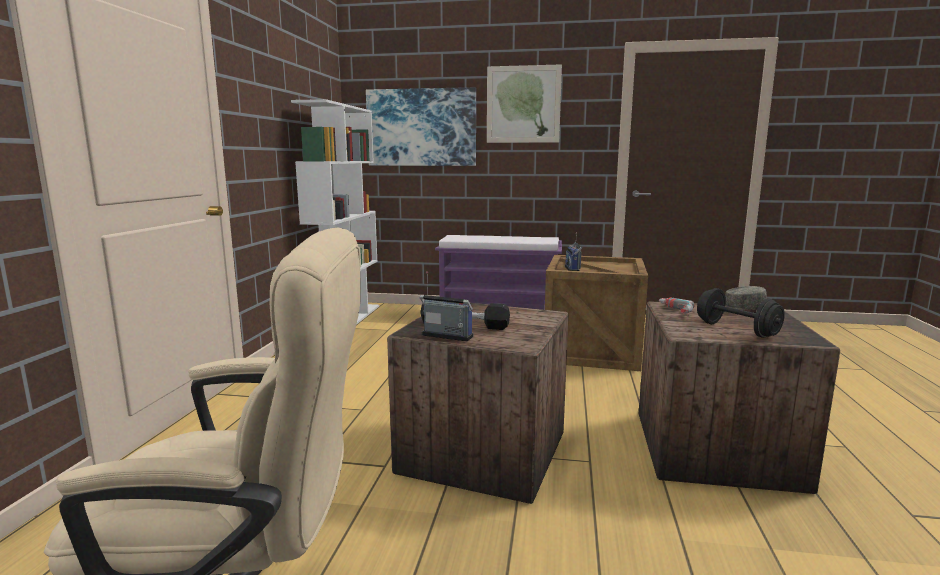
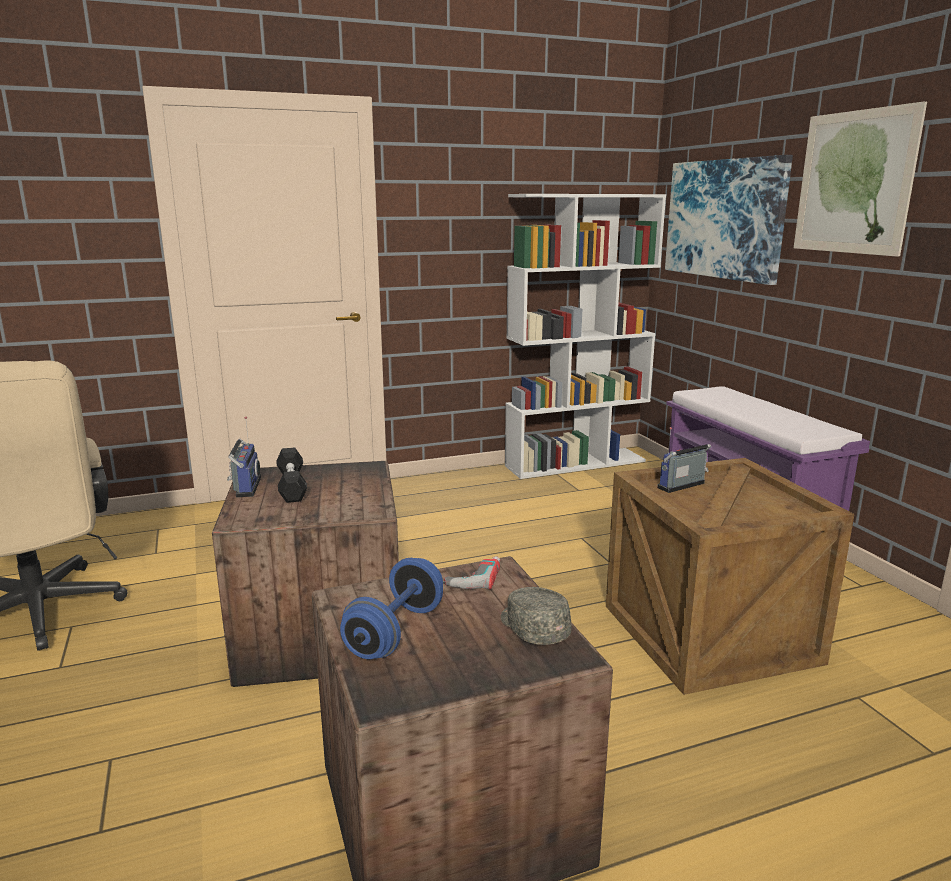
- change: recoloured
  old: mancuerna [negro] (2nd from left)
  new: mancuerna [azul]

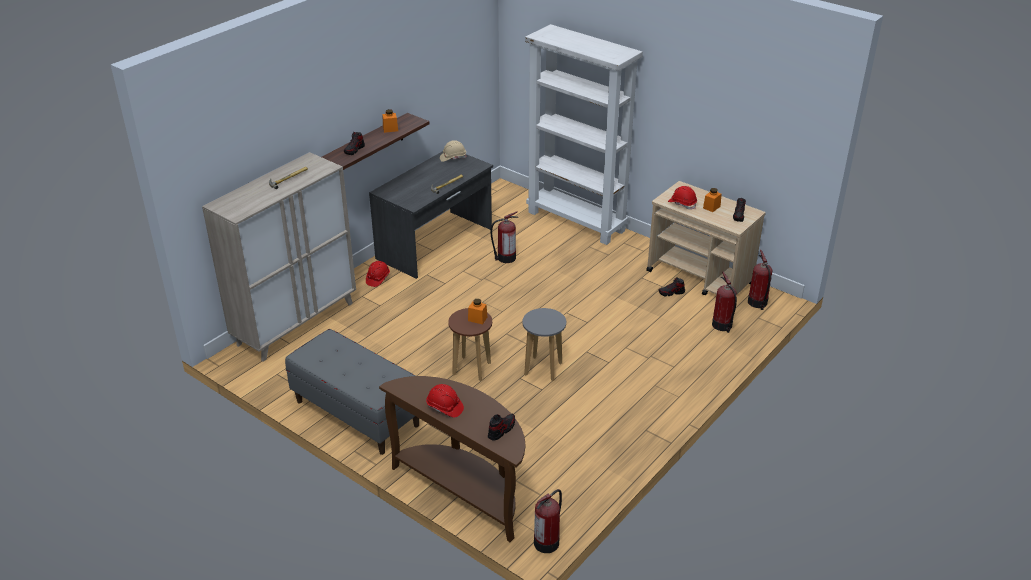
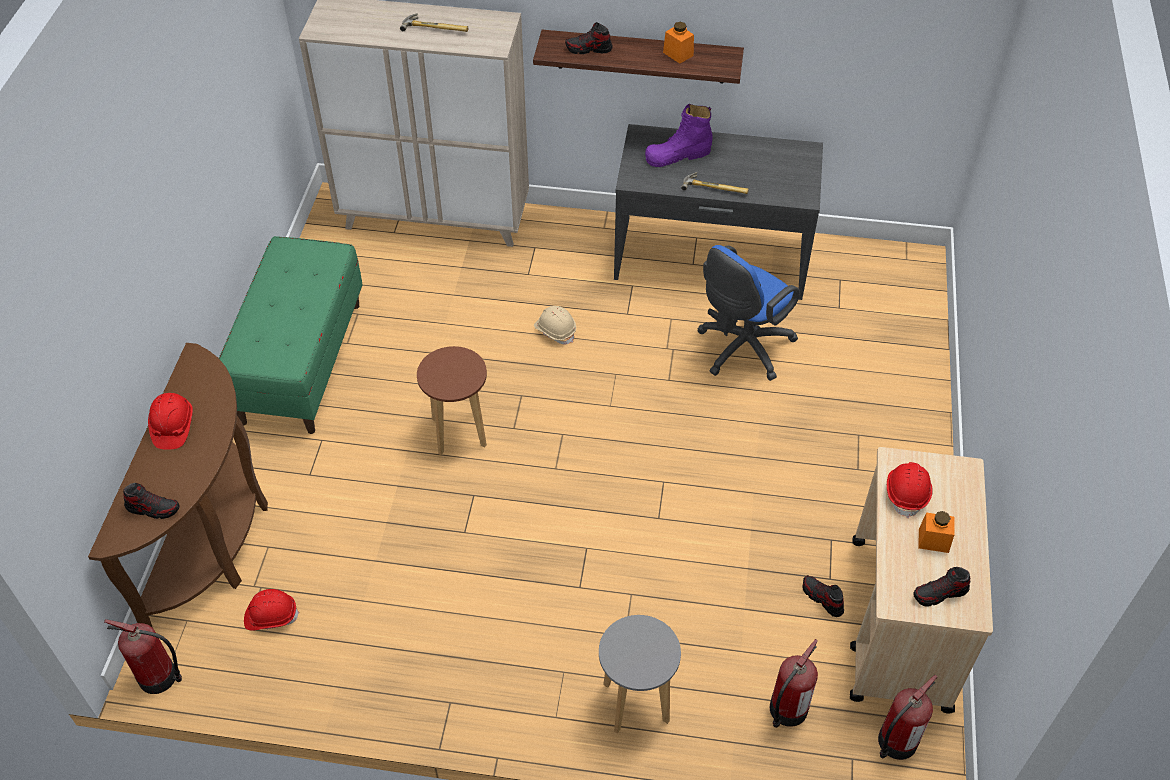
- change: removed
  old: estantería [blanco]
- change: moved
  old: casco [beis]
- change: replaced
  old: extintor (1st from left)
  new: silla de oficina [azul]
- change: moved
  old: casco [rojo] (1st from left in the first image)
  new: casco [rojo] (2nd from left)
- change: removed
  old: tarro [naranja] (2nd from left)
- change: moved
  old: taburete [gris]
- change: recoloured
  old: banco [gris]
  new: banco [verde]
- change: added
  new: bota [morado]

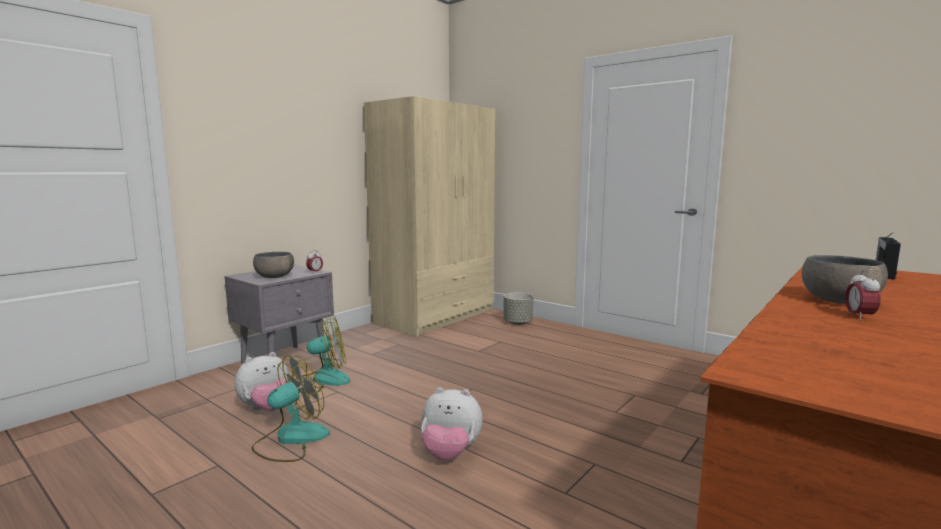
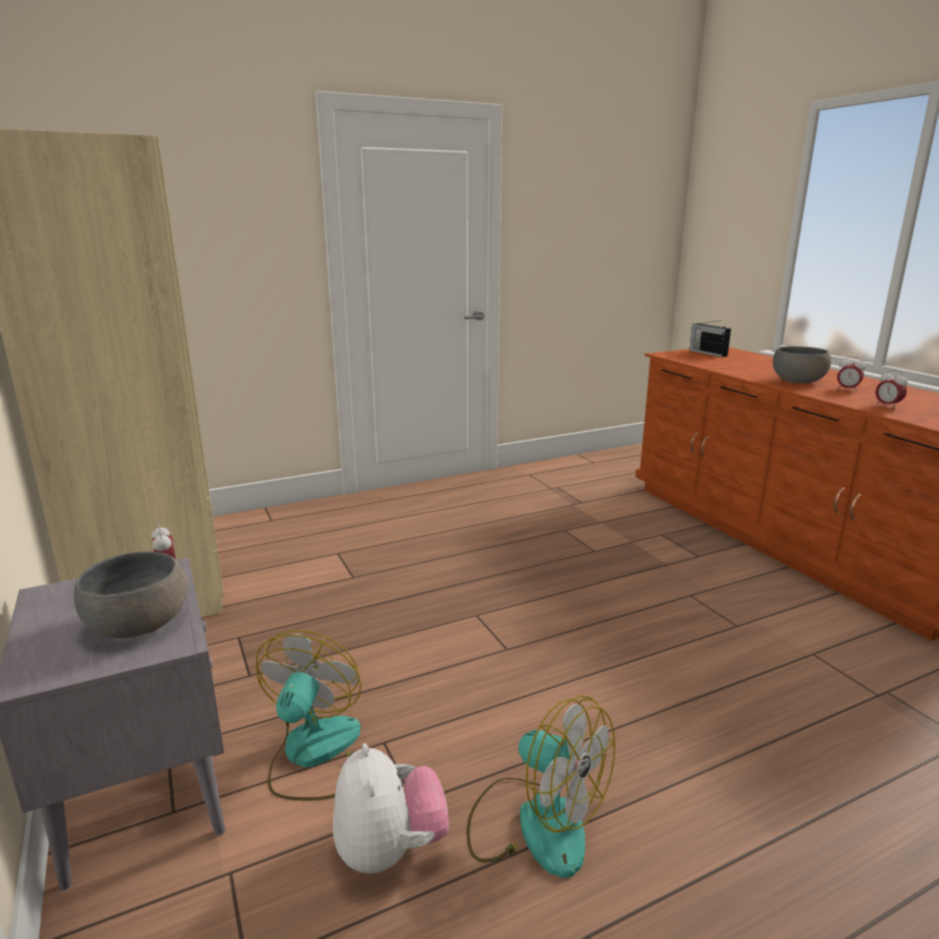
- change: removed
  old: maceta [gris]
- change: turned
  old: ventilador (1st from left in the first image)
  degrees: 150
- change: removed
  old: peluche (2nd from left)
- change: added
  new: despertador (3rd from left)

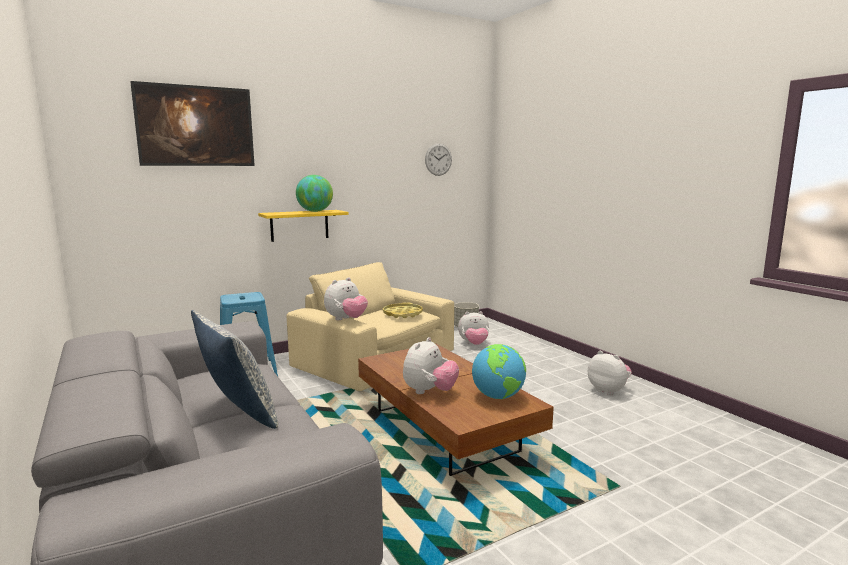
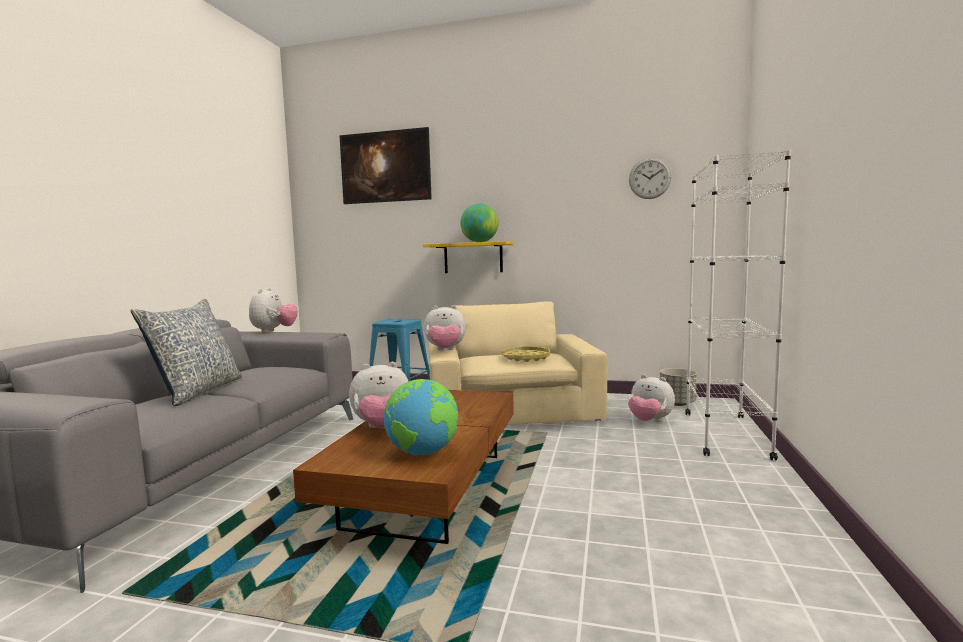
- change: moved
  old: peluche (4th from left in the first image)
  new: peluche (1st from left)
- change: added
  new: estantería [blanco]

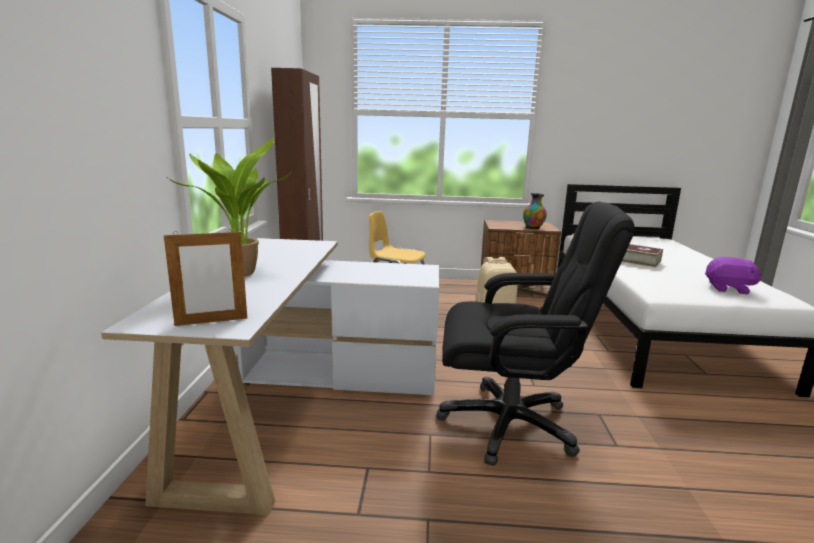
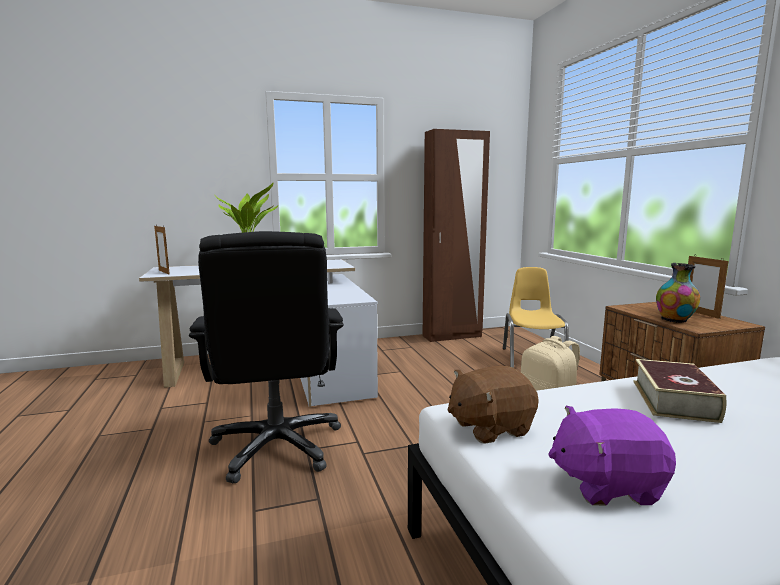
- change: turned
  old: peluche [morado]
  degrees: 90
- change: added
  new: portarretratos (2nd from left)
- change: added
  new: peluche [marrón]

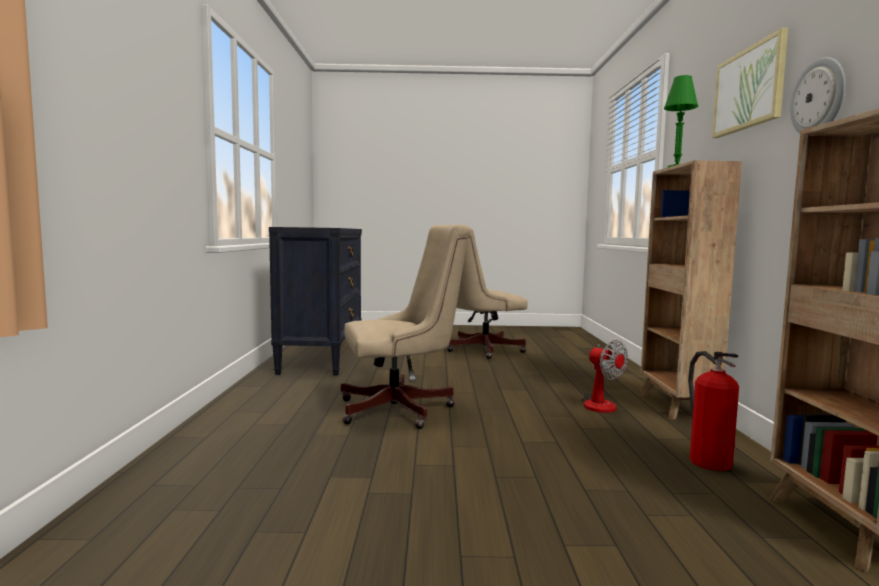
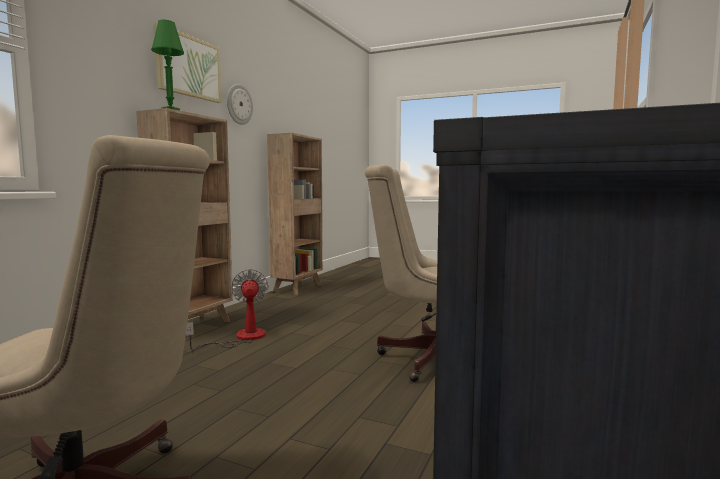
- change: removed
  old: extintor

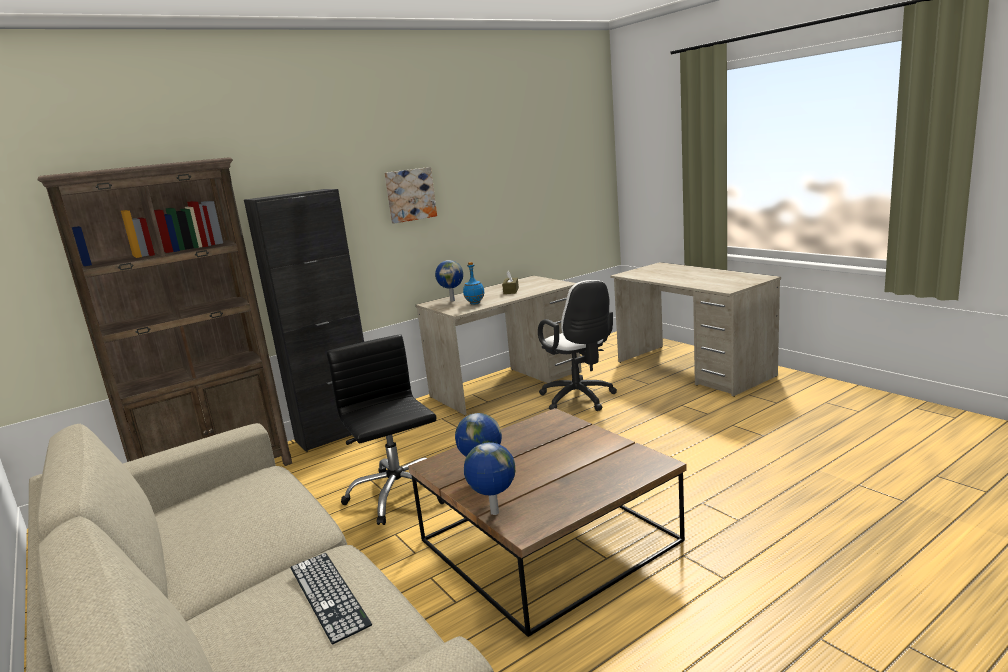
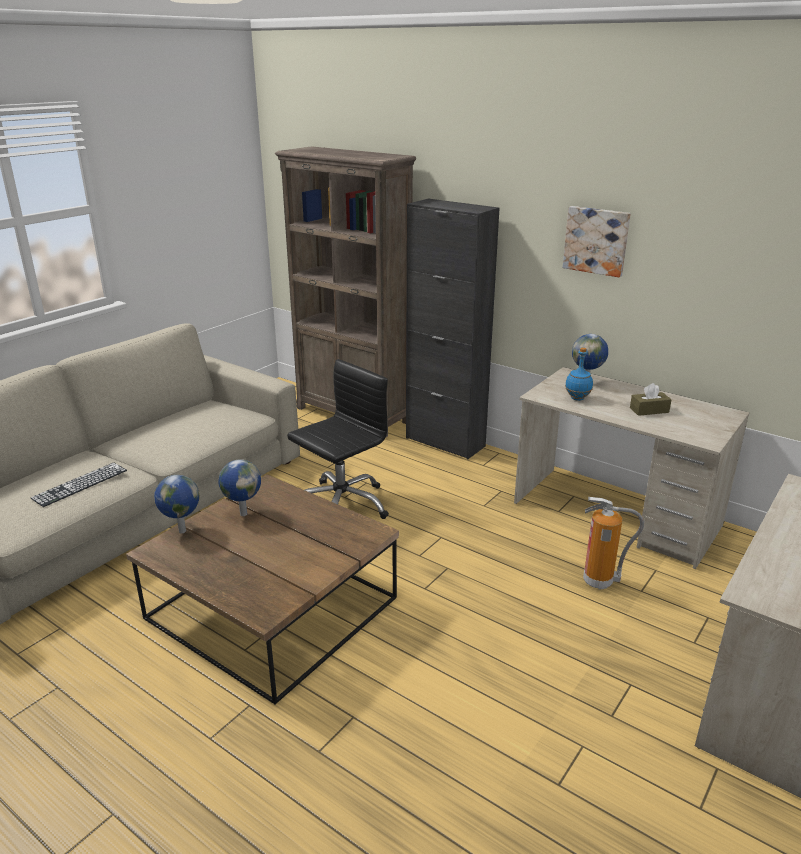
- change: replaced
  old: silla de oficina [blanco]
  new: extintor

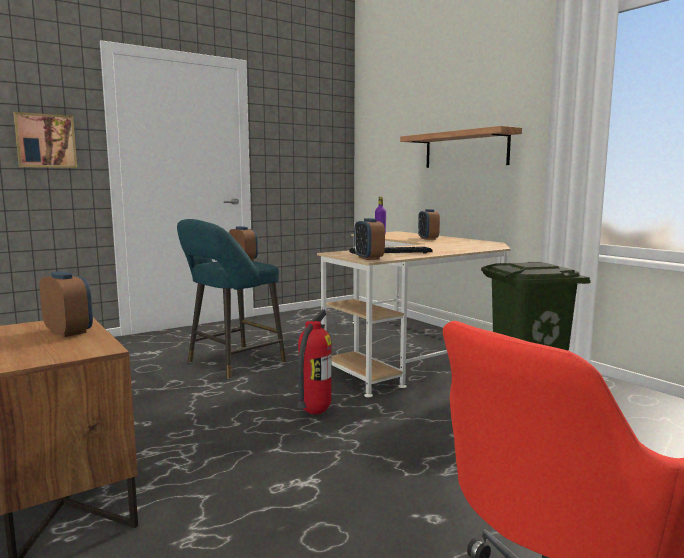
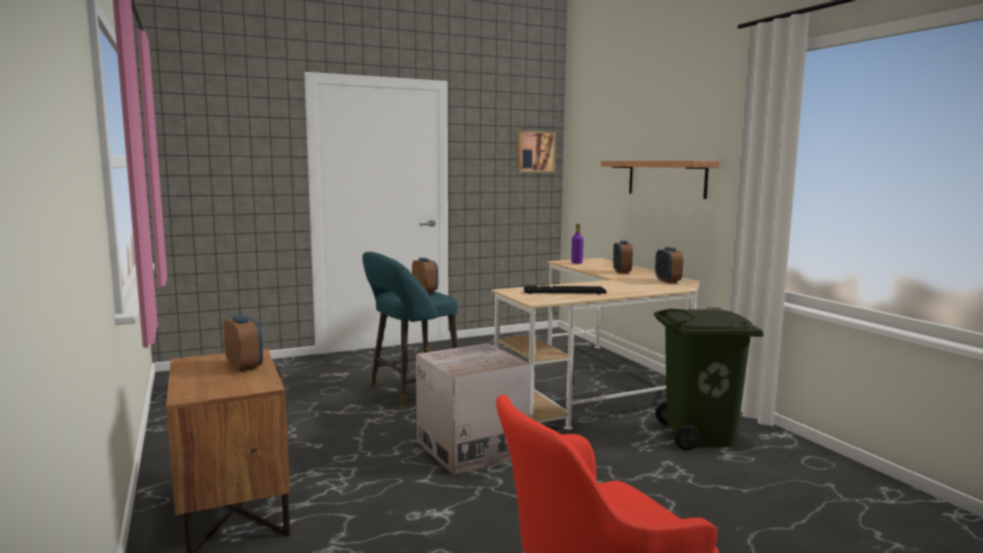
- change: moved
  old: cuadro
- change: moved
  old: despertador (3rd from left in the first image)
  new: despertador (4th from left)
- change: replaced
  old: extintor
  new: caja de cartón

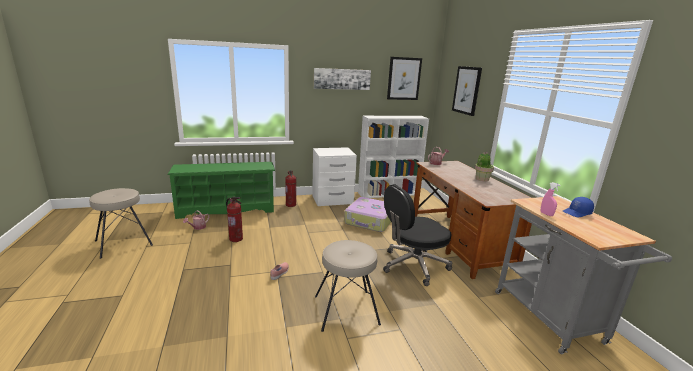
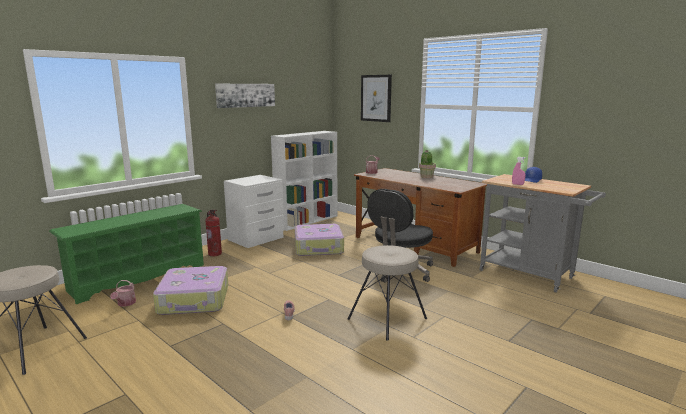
- change: removed
  old: cuadro (2nd from left)
- change: replaced
  old: extintor (1st from left)
  new: maleta (1st from left)

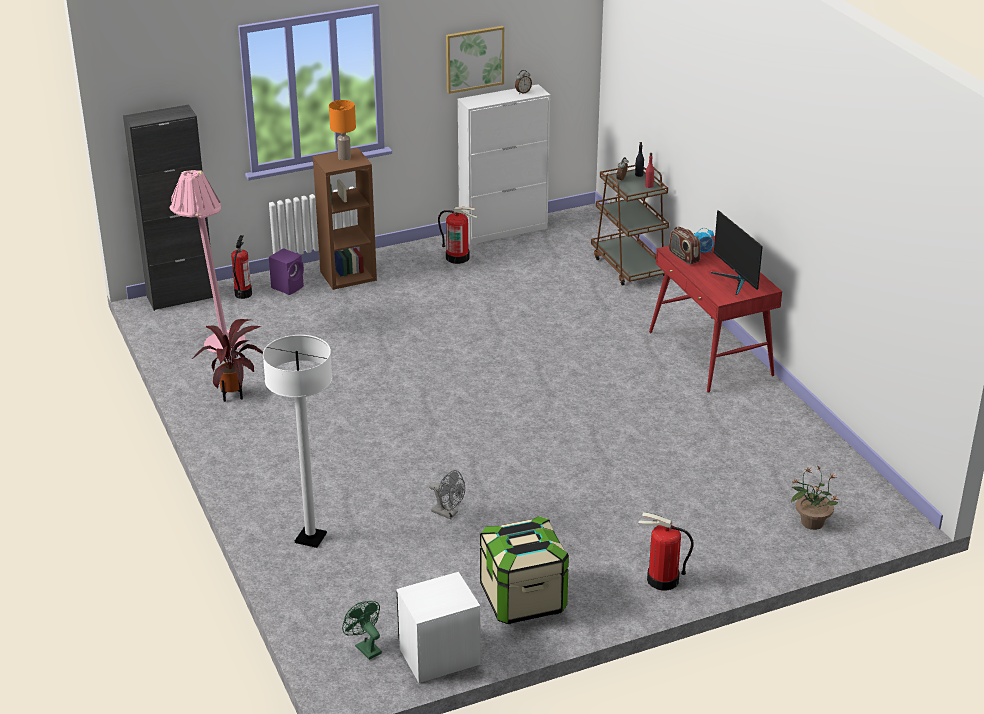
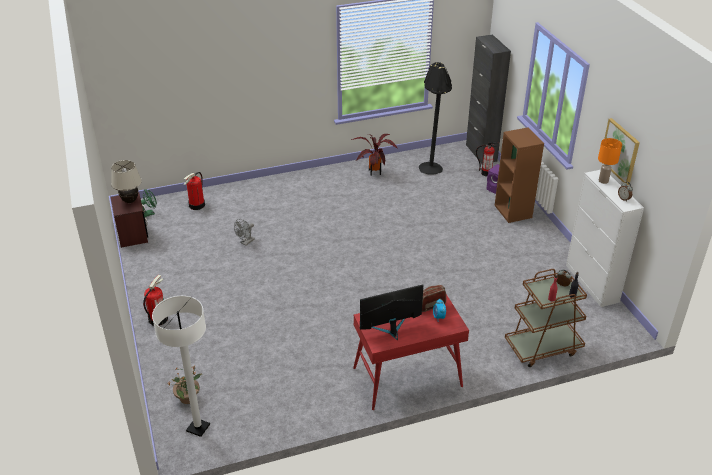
- change: moved
  old: lámpara de mesa [naranja]
- change: recoloured
  old: lámpara de pie [rosa]
  new: lámpara de pie [negro]
- change: moved
  old: extintor (2nd from left)
- change: moved
  old: lámpara de pie [blanco]
- change: removed
  old: caja de almacenaje
- change: recoloured
  old: mesita de noche [blanco]
  new: mesita de noche [marrón]
- change: added
  new: lámpara de mesa [beis]

